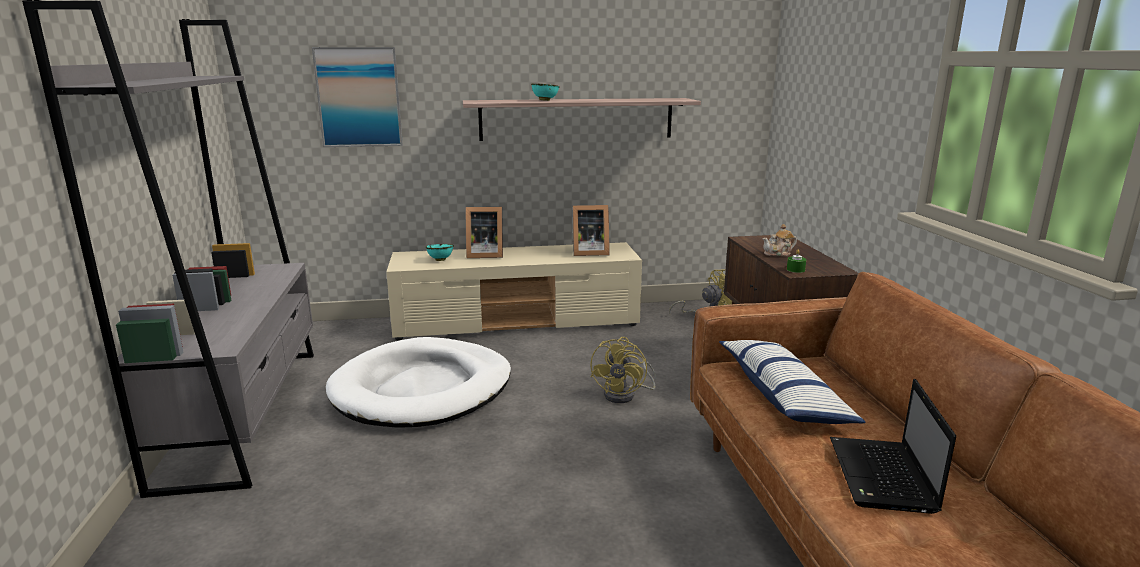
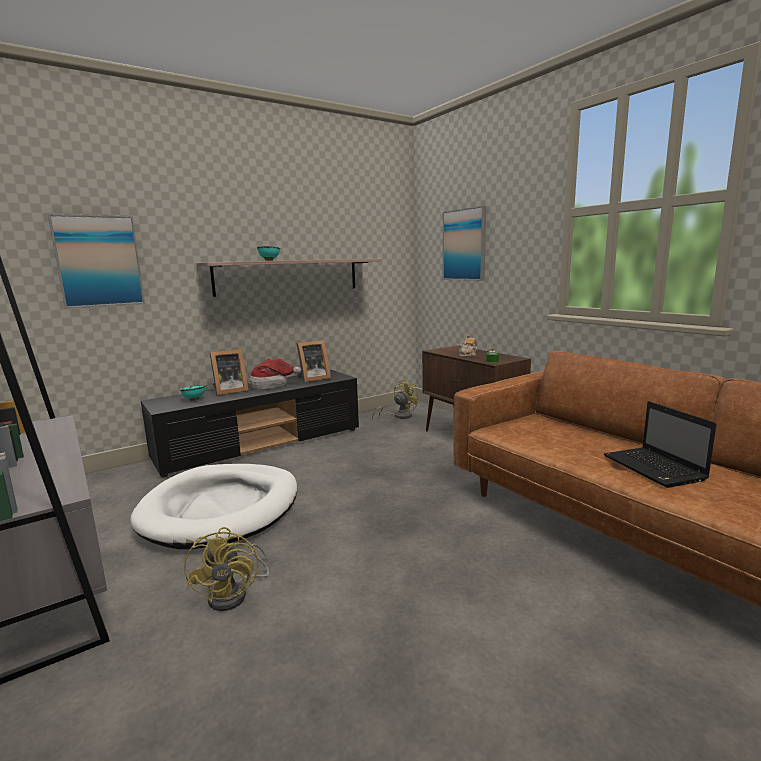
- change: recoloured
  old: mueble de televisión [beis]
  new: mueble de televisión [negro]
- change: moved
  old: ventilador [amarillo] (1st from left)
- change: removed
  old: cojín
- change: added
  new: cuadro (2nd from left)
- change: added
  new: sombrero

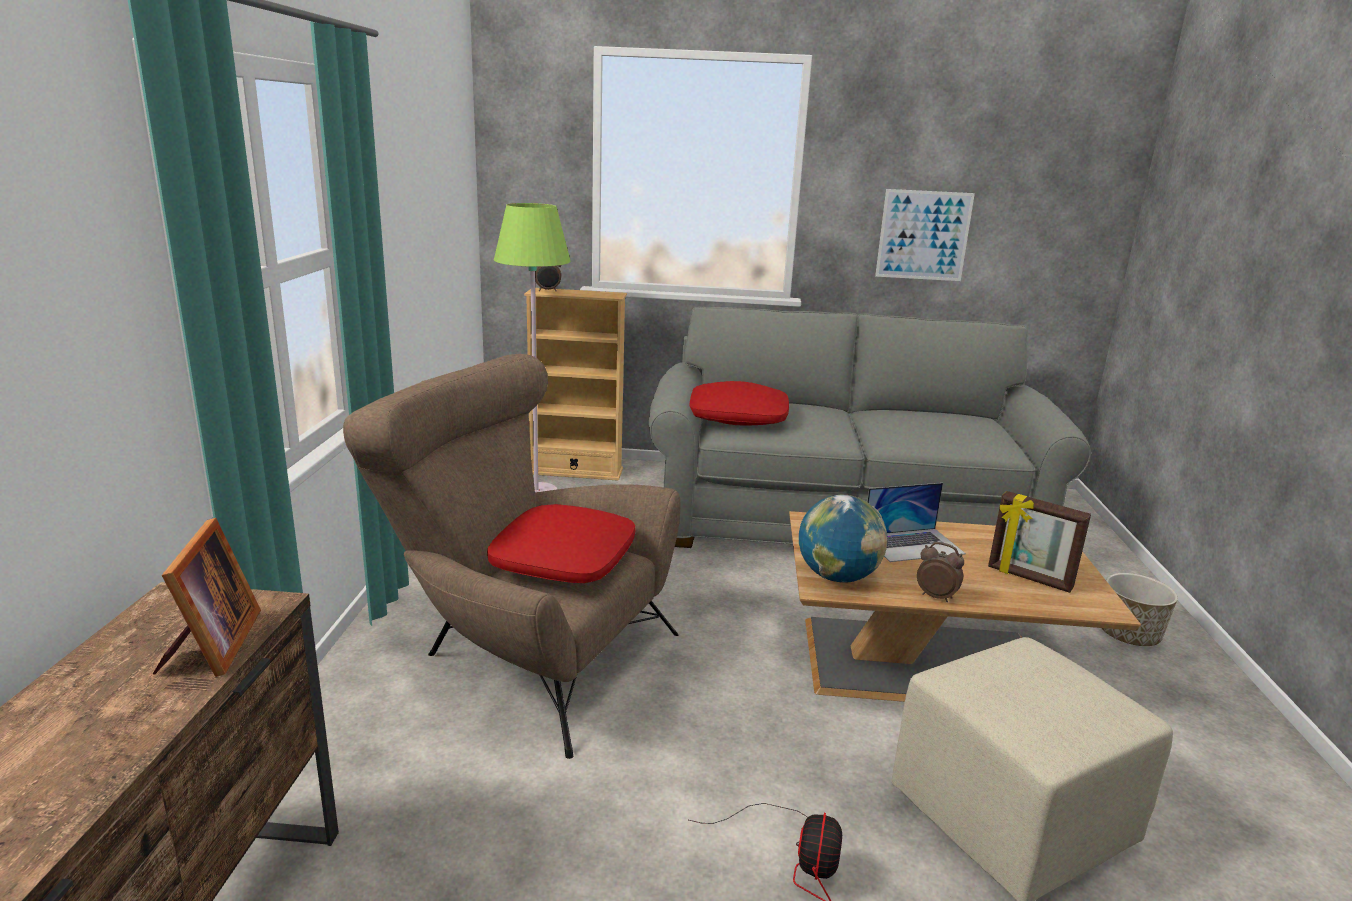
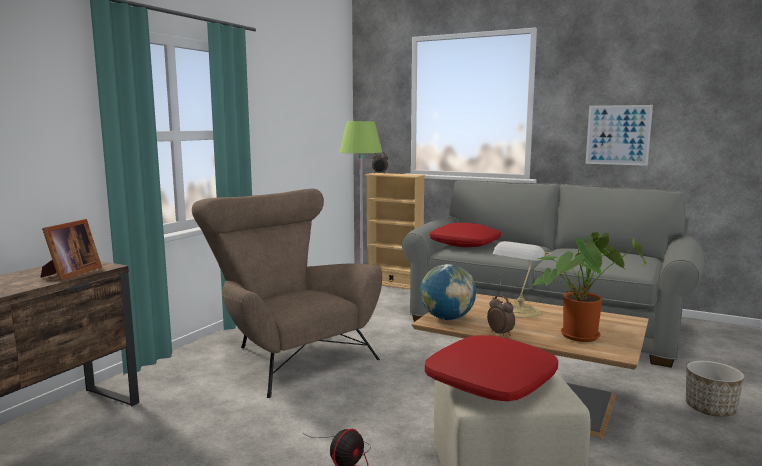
- change: replaced
  old: portátil
  new: lámpara de mesa
- change: replaced
  old: portarretratos (2nd from left)
  new: planta en maceta
- change: moved
  old: cojín [rojo] (1st from left in the first image)
  new: cojín [rojo] (2nd from left)

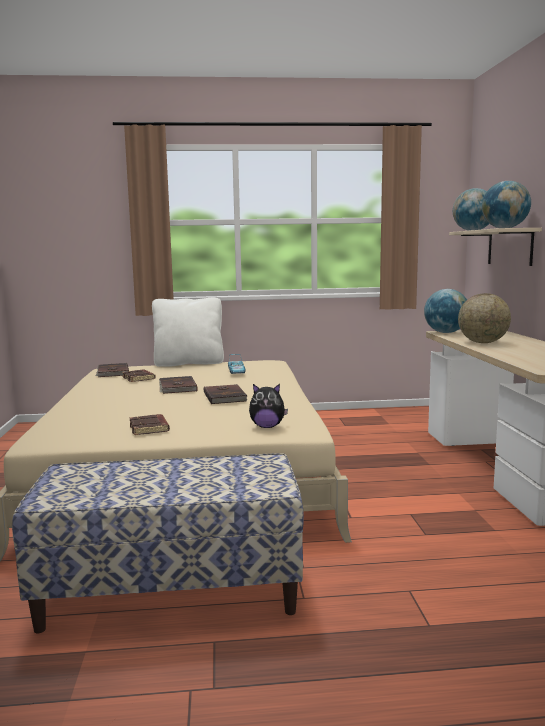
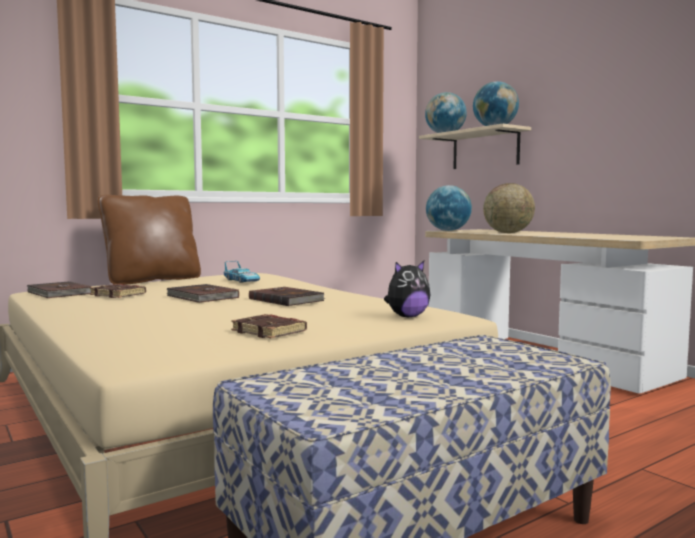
- change: recoloured
  old: cojín [blanco]
  new: cojín [marrón]

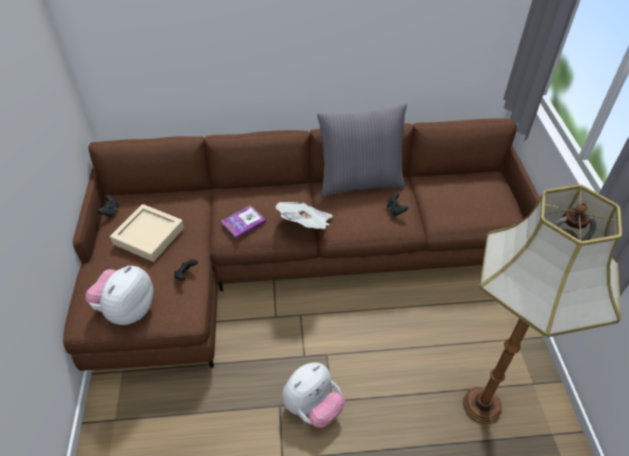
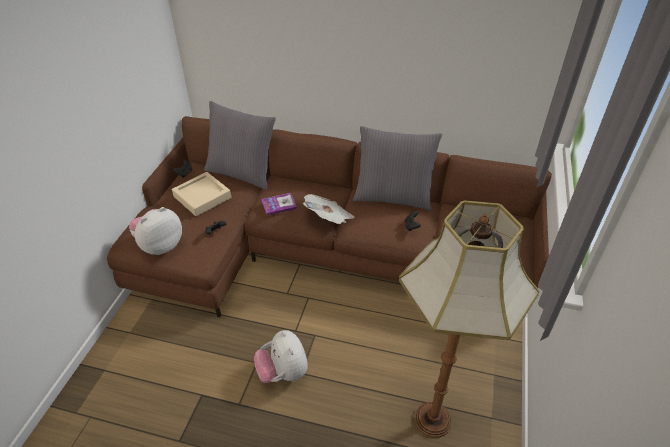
- change: turned
  old: peluche (2nd from left)
  degrees: 90
- change: added
  new: cojín [gris] (1st from left)

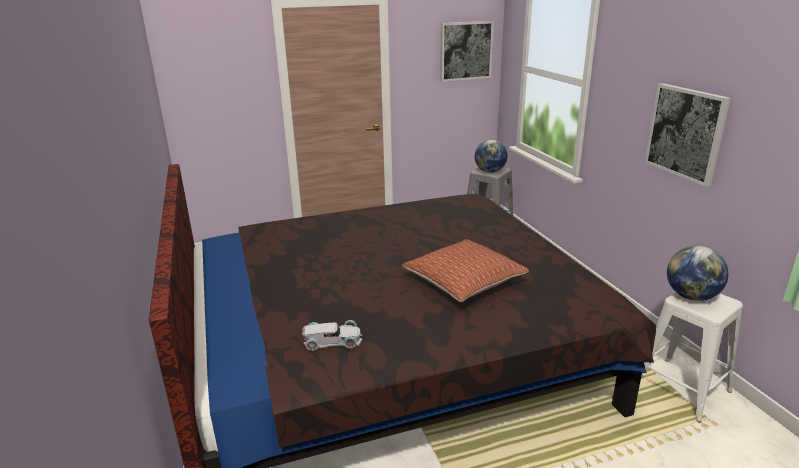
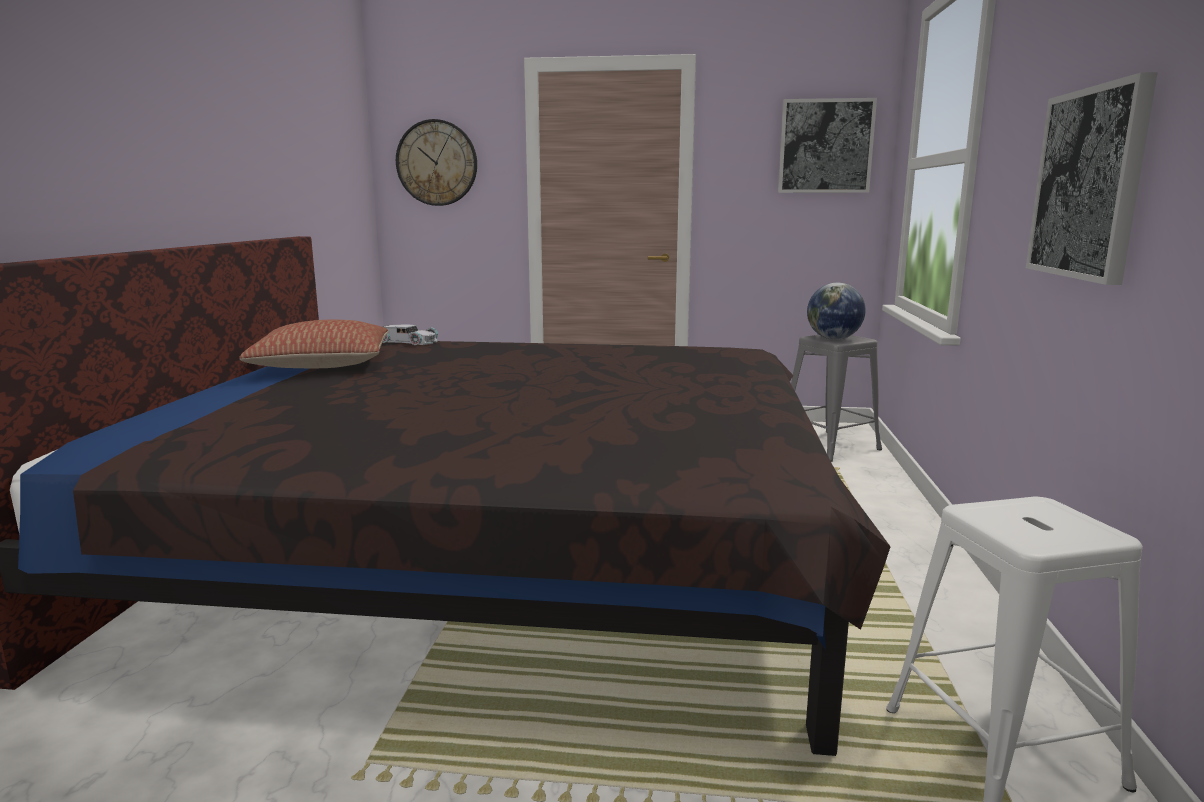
- change: moved
  old: cojín
- change: removed
  old: globo terráqueo (2nd from left)
- change: moved
  old: coche de juguete [blanco]
- change: added
  new: reloj de pared

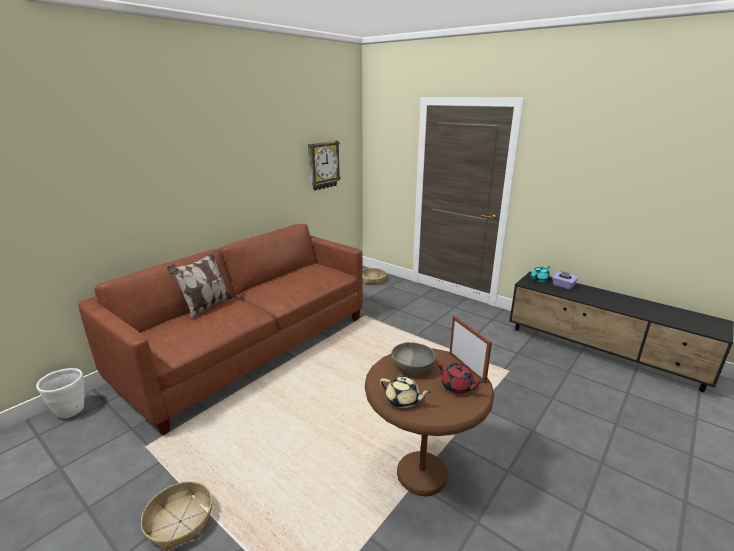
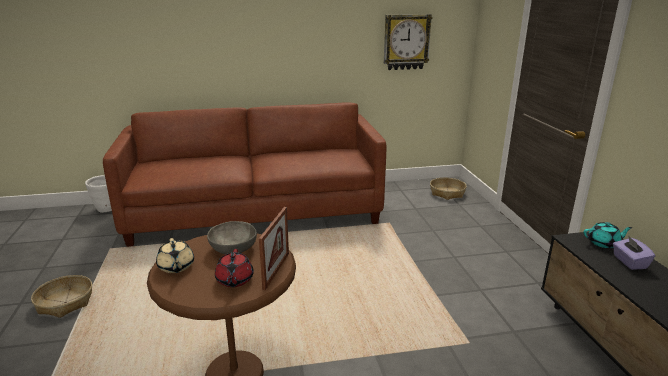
- change: removed
  old: cojín

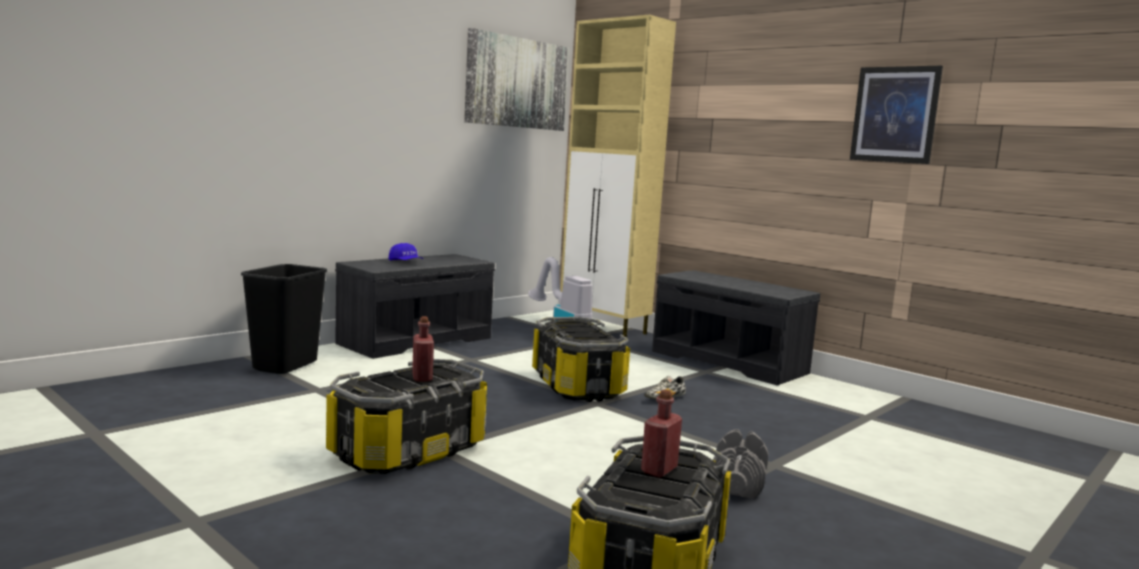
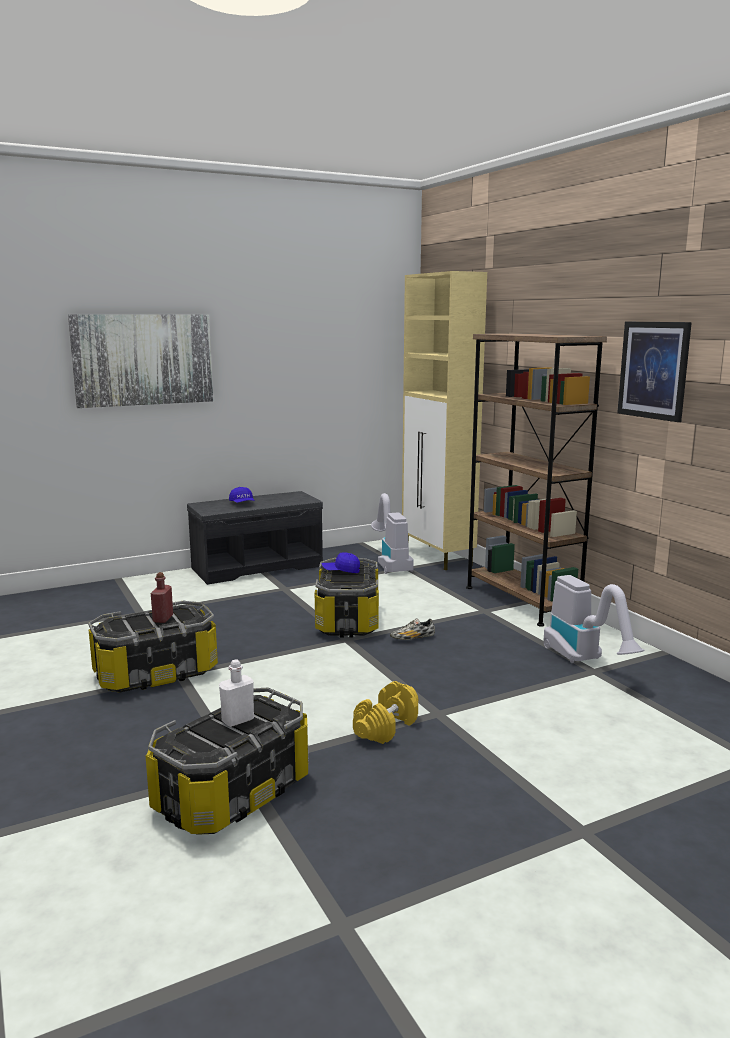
- change: moved
  old: cuadro (1st from left)
- change: removed
  old: papelera [negro]
- change: replaced
  old: banco [gris] (2nd from left)
  new: estantería [marrón]
- change: recoloured
  old: botella [rojo] (2nd from left)
  new: botella [blanco]
- change: recoloured
  old: mancuerna [gris]
  new: mancuerna [amarillo]
- change: added
  new: gorra [azul] (2nd from left)
- change: added
  new: aspiradora (2nd from left)

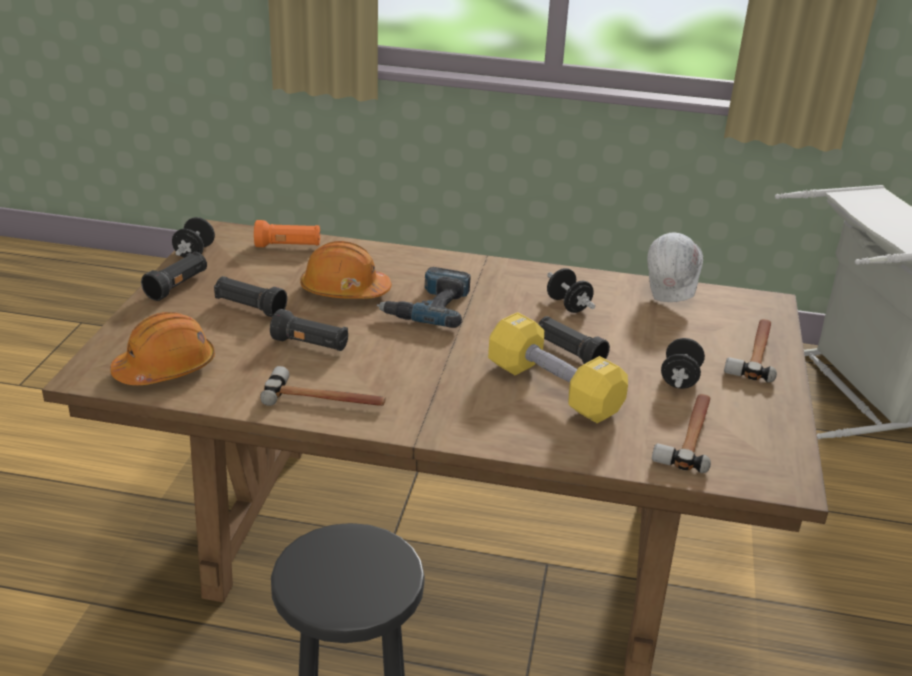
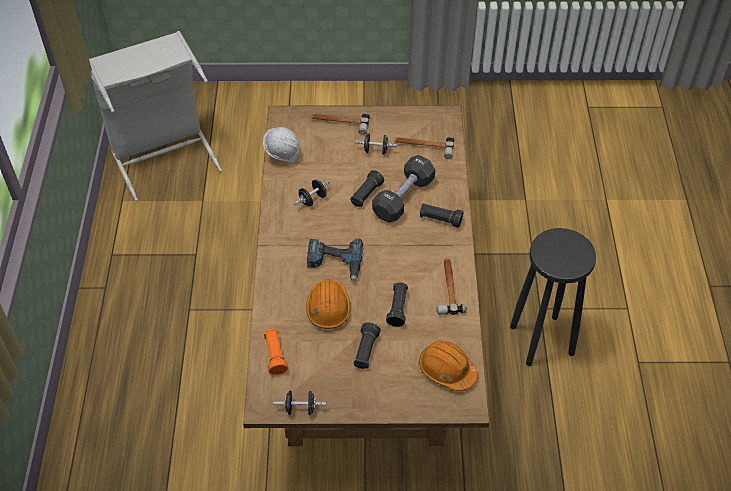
- change: moved
  old: linterna [negro] (1st from left in the first image)
  new: linterna [negro] (4th from left)
- change: recoloured
  old: mancuerna [amarillo]
  new: mancuerna [negro] (4th from left)

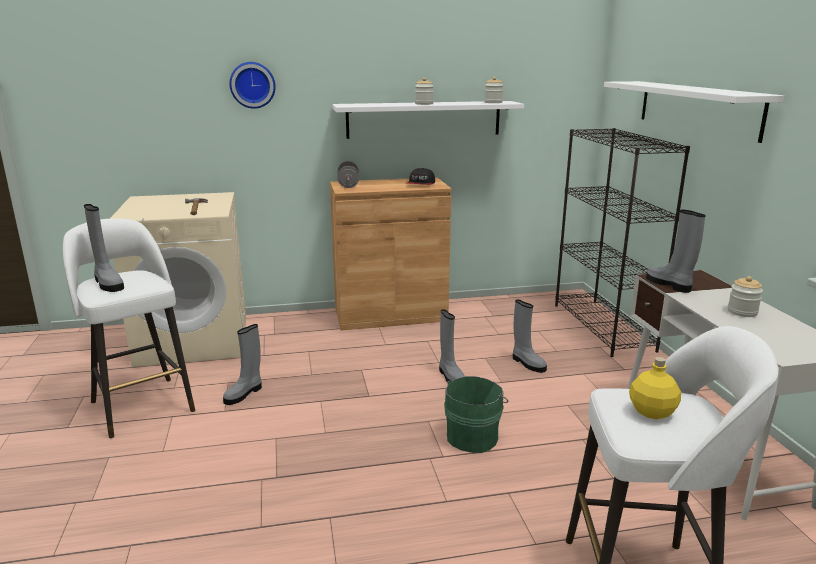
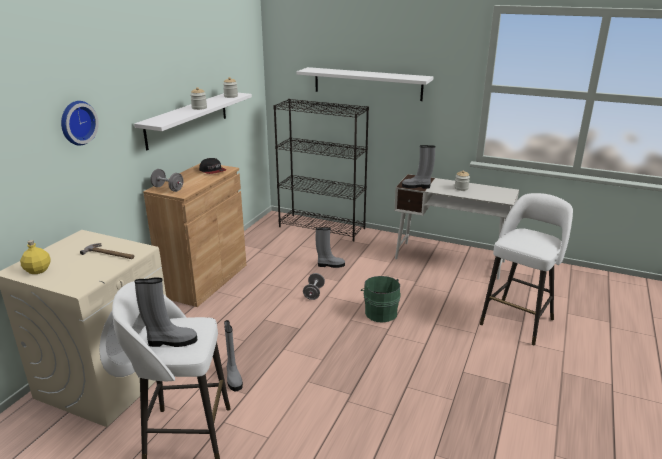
- change: replaced
  old: bota [gris] (3rd from left)
  new: mancuerna [gris] (2nd from left)
- change: moved
  old: botella [amarillo]

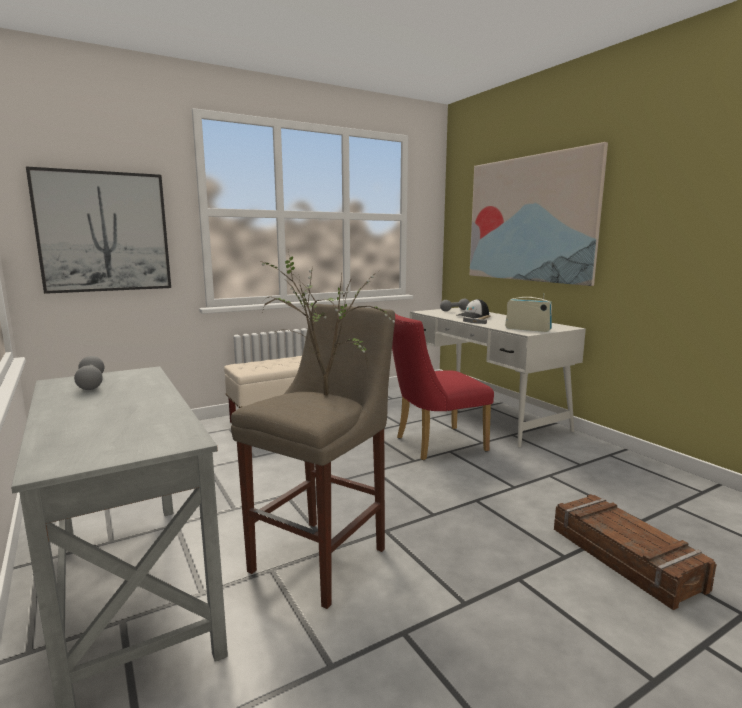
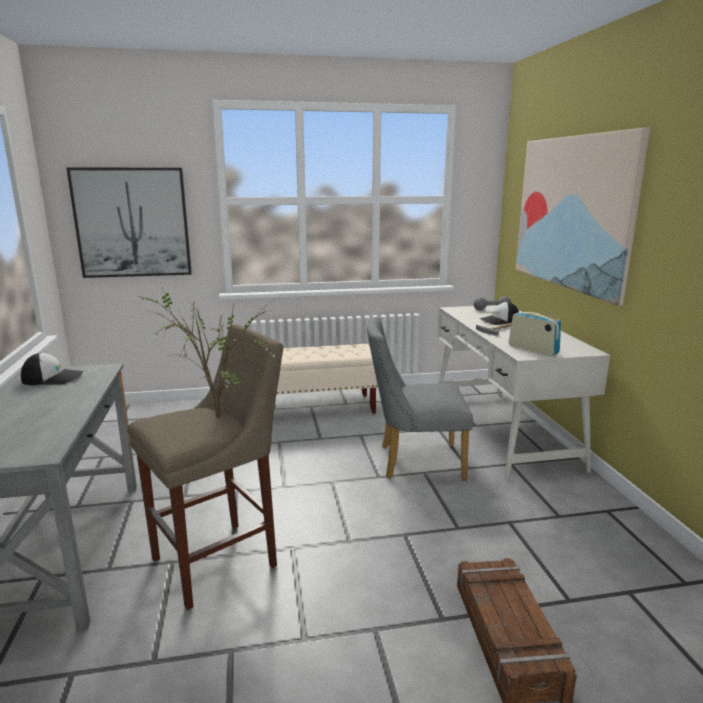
- change: recoloured
  old: silla [rojo]
  new: silla [gris]
- change: replaced
  old: mancuerna [gris] (1st from left)
  new: gorra (1st from left)

